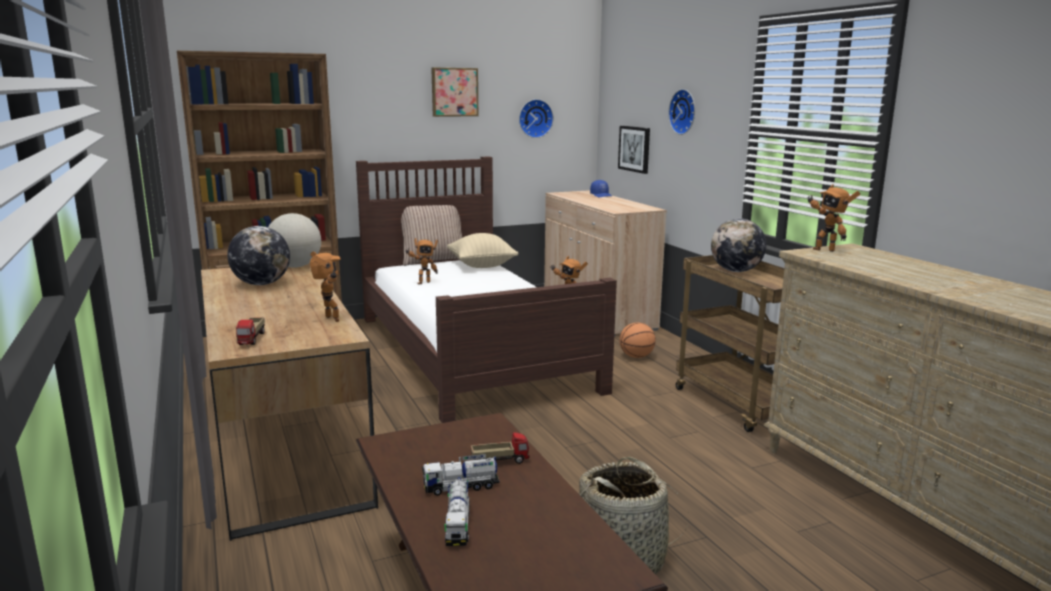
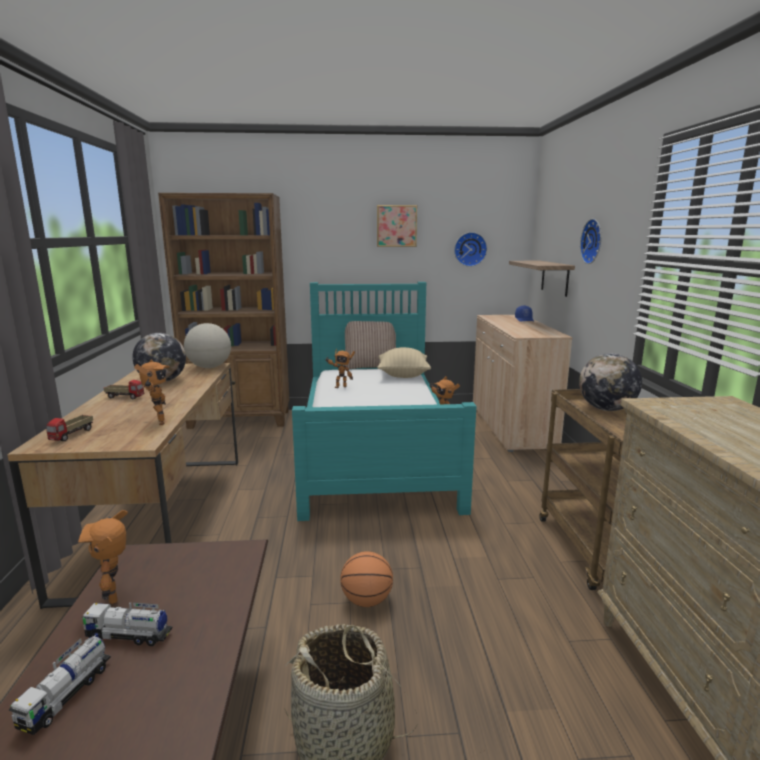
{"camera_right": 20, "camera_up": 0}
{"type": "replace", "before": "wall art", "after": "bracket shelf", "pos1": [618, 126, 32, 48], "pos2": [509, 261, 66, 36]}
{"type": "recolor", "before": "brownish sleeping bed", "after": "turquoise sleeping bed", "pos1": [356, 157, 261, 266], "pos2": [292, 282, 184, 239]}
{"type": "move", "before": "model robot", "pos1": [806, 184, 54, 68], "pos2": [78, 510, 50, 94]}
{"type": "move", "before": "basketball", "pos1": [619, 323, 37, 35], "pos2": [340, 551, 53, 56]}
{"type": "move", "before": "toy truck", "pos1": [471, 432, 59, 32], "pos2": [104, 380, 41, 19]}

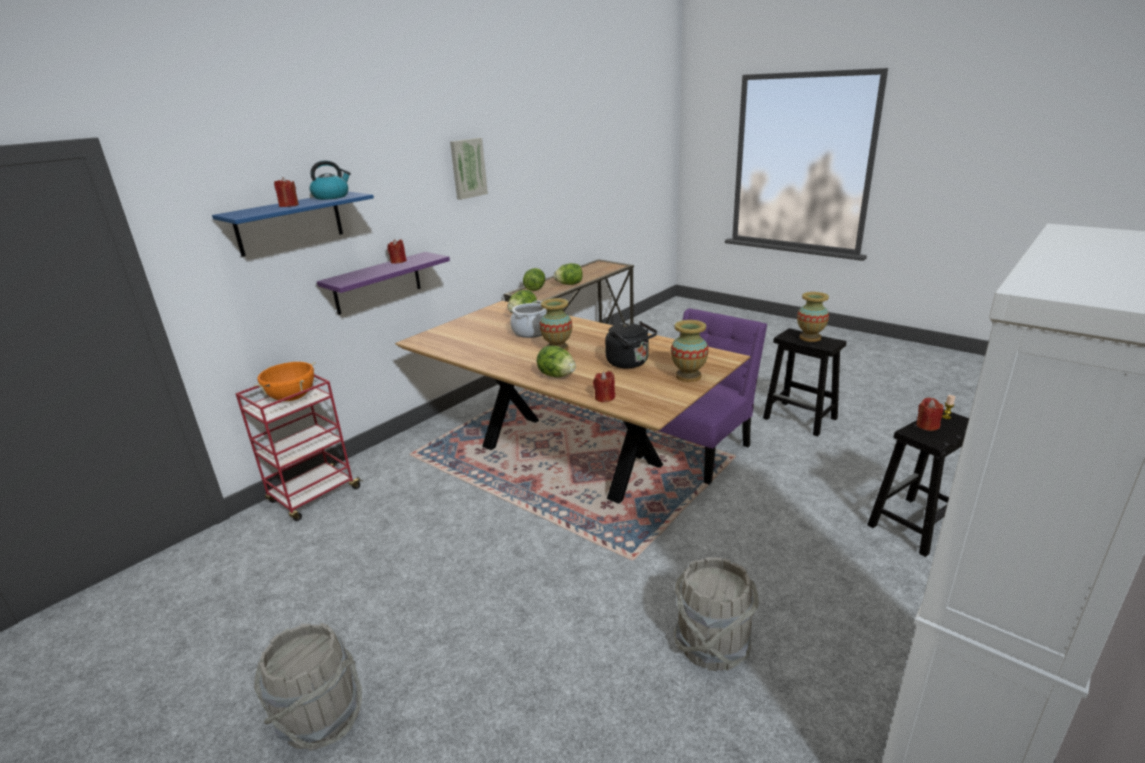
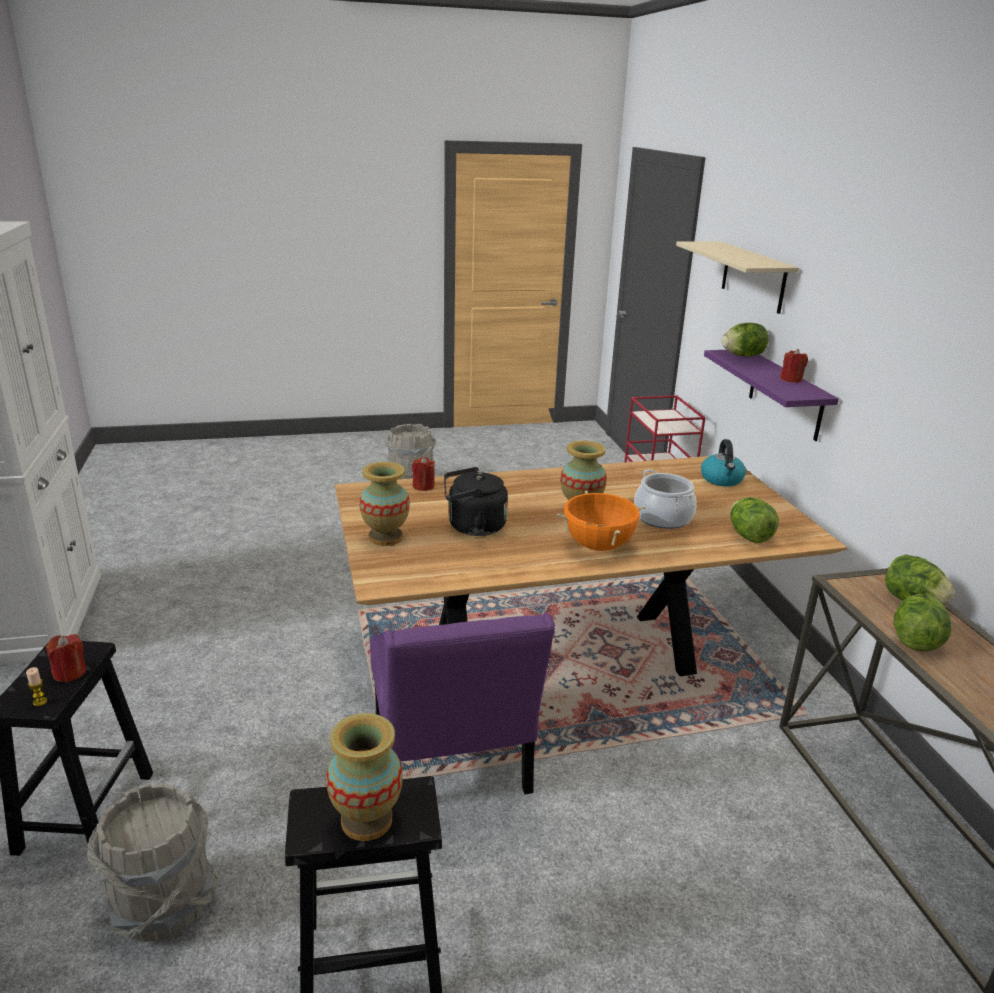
{"camera_right": 125, "camera_up": 0}
{"type": "delete", "before": "wall art", "pos1": [450, 138, 38, 62]}
{"type": "move", "before": "tea kettle", "pos1": [310, 161, 41, 39], "pos2": [701, 439, 45, 47]}
{"type": "delete", "before": "red wax light", "pos1": [274, 177, 25, 30]}
{"type": "recolor", "before": "bluish bracket shelf", "after": "beige-coloured bracket shelf", "pos1": [212, 192, 162, 65], "pos2": [676, 242, 123, 72]}
{"type": "move", "before": "lettuce", "pos1": [537, 346, 39, 32], "pos2": [721, 323, 48, 34]}
{"type": "move", "before": "orange-coloured cooking pot", "pos1": [254, 362, 62, 39], "pos2": [557, 491, 89, 60]}
{"type": "move", "before": "greyish bucket", "pos1": [674, 557, 85, 114], "pos2": [87, 783, 130, 159]}

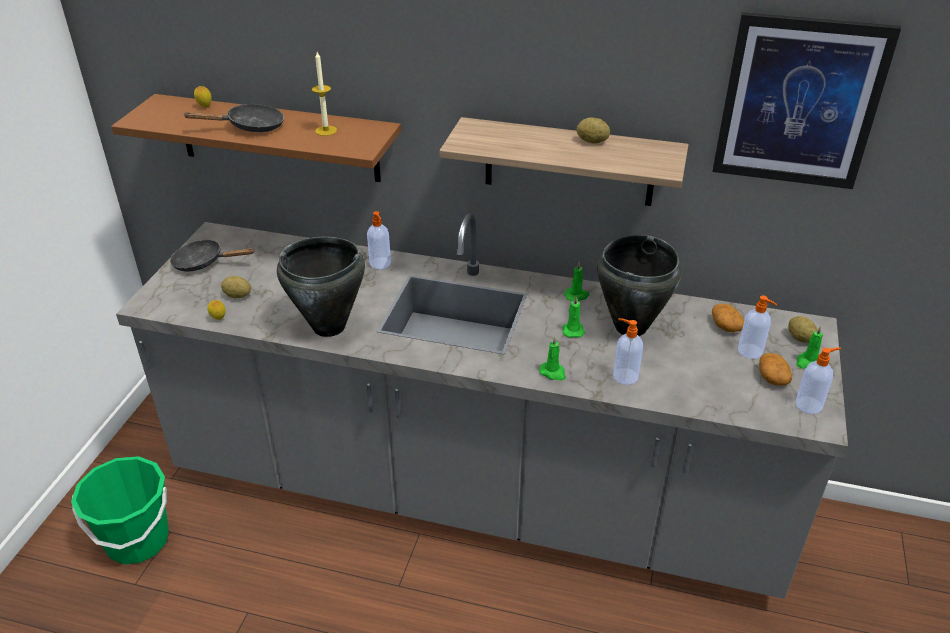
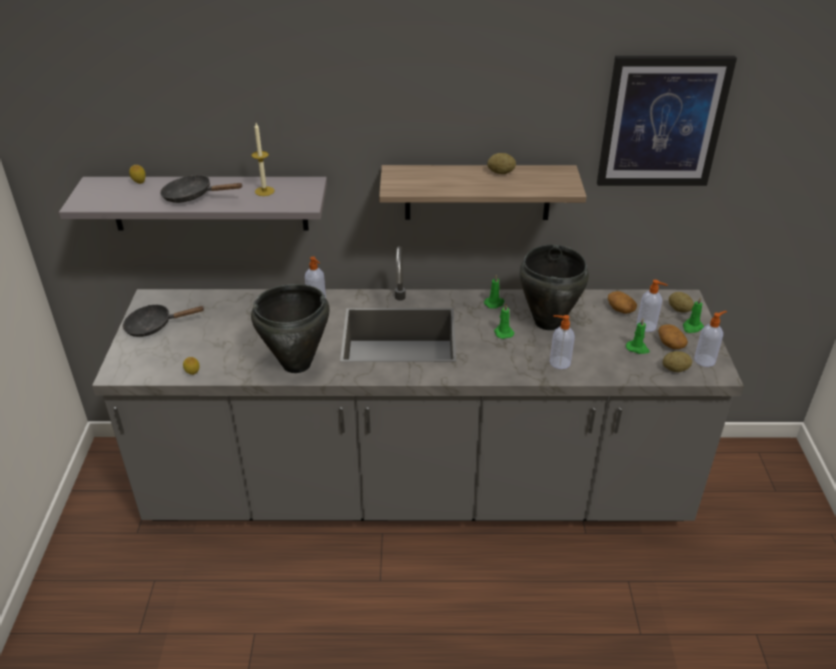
{"camera_right": -15, "camera_up": 0}
{"type": "recolor", "before": "brownish bracket shelf", "after": "greyish bracket shelf", "pos1": [111, 94, 290, 88], "pos2": [59, 177, 268, 54]}
{"type": "rotate", "before": "black-coloured frying pan", "pos1": [183, 104, 101, 28], "pos2": [160, 175, 83, 28], "turn": -135}
{"type": "move", "before": "spud", "pos1": [221, 276, 30, 23], "pos2": [663, 351, 29, 21]}
{"type": "move", "before": "green-coloured wax light", "pos1": [539, 337, 27, 43], "pos2": [626, 319, 24, 35]}
{"type": "delete", "before": "green-coloured bucket", "pos1": [71, 456, 98, 108]}

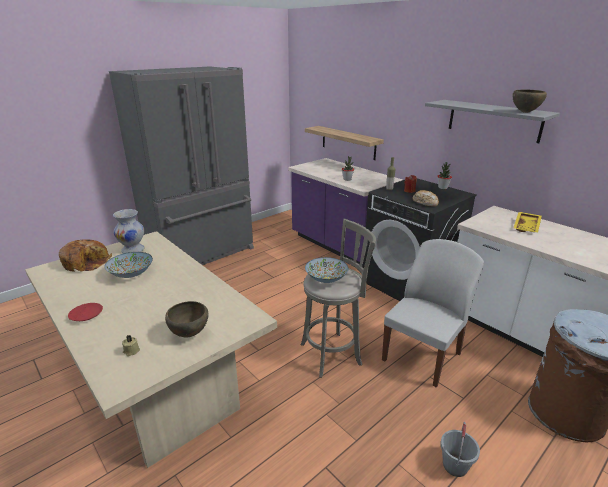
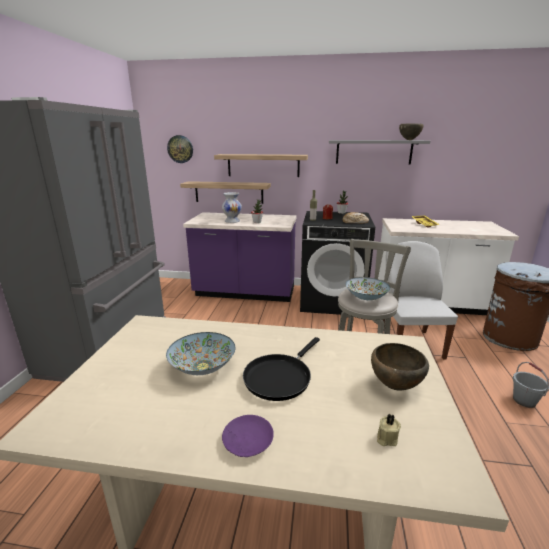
{"camera_right": -40, "camera_up": -5}
{"type": "move", "before": "white vase", "pos1": [113, 209, 32, 44], "pos2": [222, 192, 20, 31]}
{"type": "delete", "before": "baked bread", "pos1": [59, 239, 53, 33]}
{"type": "recolor", "before": "red dinner plate", "after": "purplish dinner plate", "pos1": [68, 303, 35, 18], "pos2": [222, 415, 52, 42]}
{"type": "insert", "after": "hanging clock", "pos2": [167, 135, 26, 28]}
{"type": "insert", "after": "bracket shelf", "pos2": [214, 154, 94, 23]}
{"type": "insert", "after": "black-coloured frying pan", "pos2": [243, 337, 77, 64]}

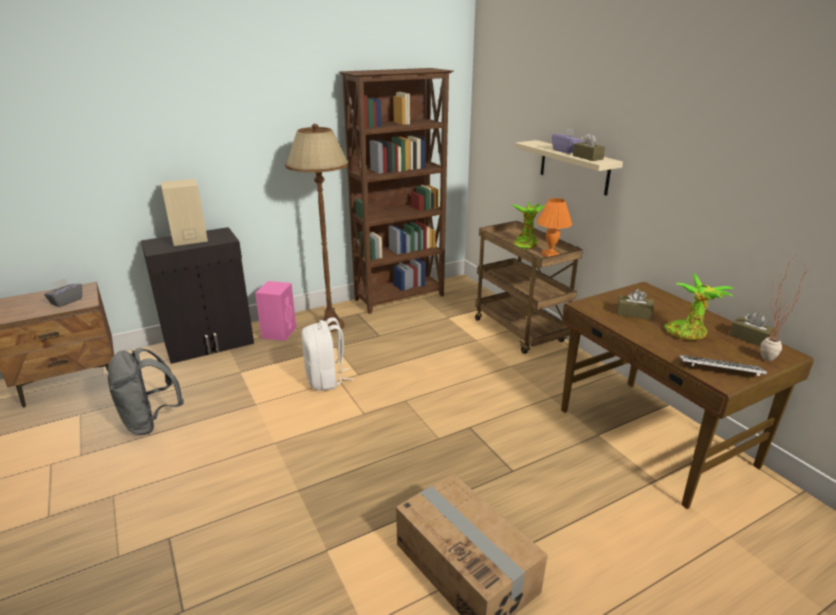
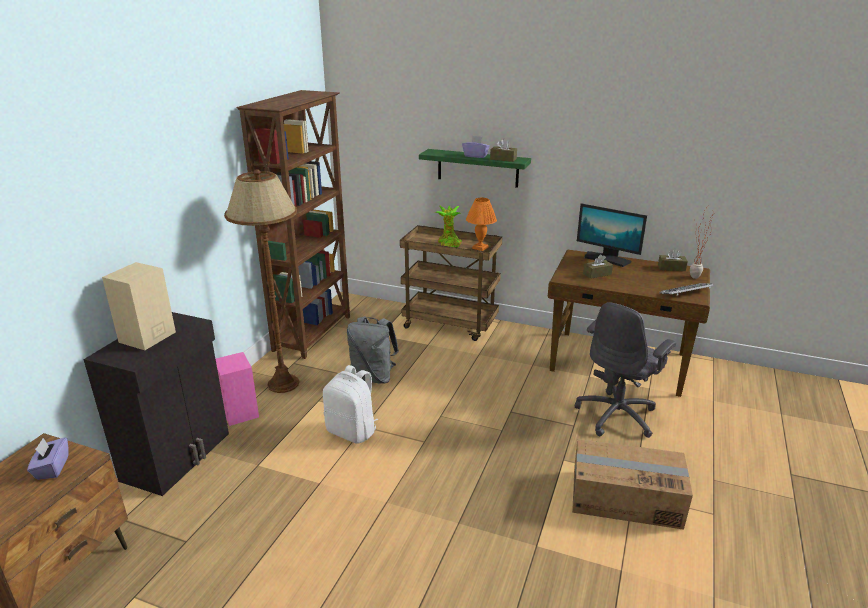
{"camera_right": -40, "camera_up": 0}
{"type": "recolor", "before": "beige-coloured bracket shelf", "after": "green-coloured bracket shelf", "pos1": [515, 140, 108, 55], "pos2": [419, 149, 112, 39]}
{"type": "delete", "before": "potted plant", "pos1": [664, 273, 70, 67]}
{"type": "recolor", "before": "greyish tissue box", "after": "purplish tissue box", "pos1": [44, 278, 38, 29], "pos2": [27, 437, 42, 43]}
{"type": "move", "before": "greyish knapsack", "pos1": [107, 348, 77, 87], "pos2": [347, 316, 52, 68]}
{"type": "insert", "after": "monitor", "pos2": [577, 203, 70, 64]}
{"type": "insert", "after": "greyish office chair", "pos2": [575, 302, 101, 136]}

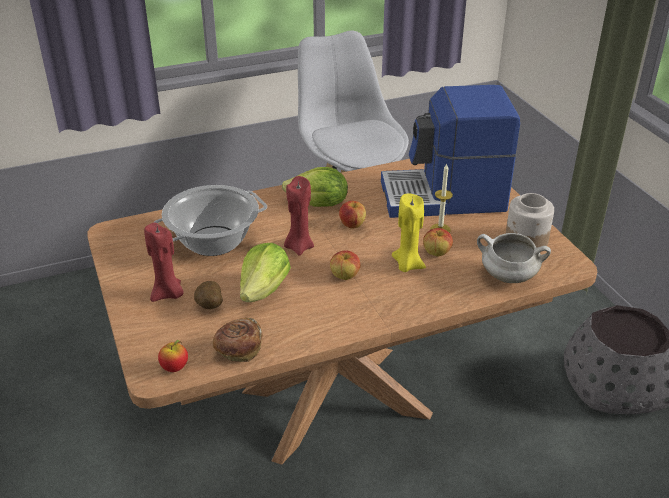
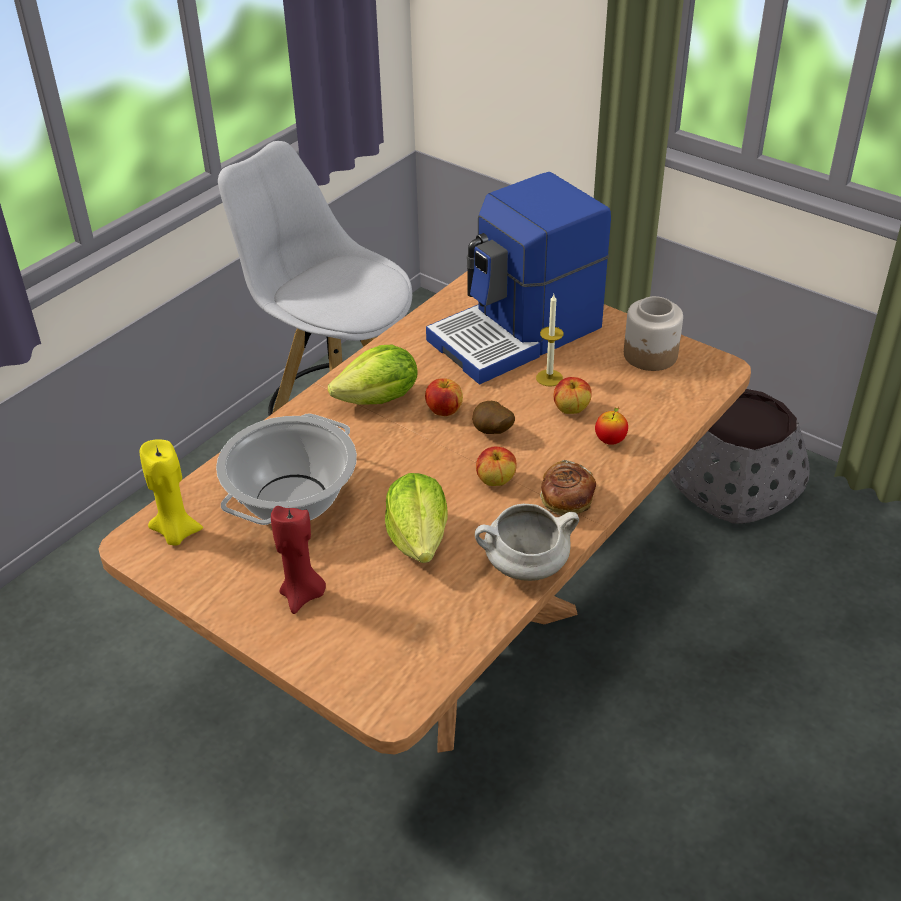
{"camera_right": -30, "camera_up": 5}
{"type": "delete", "before": "red wax light", "pos1": [284, 176, 30, 80]}
{"type": "move", "before": "yellow wax light", "pos1": [392, 194, 34, 78], "pos2": [140, 439, 63, 106]}
{"type": "move", "before": "white cooking pot", "pos1": [477, 233, 74, 50], "pos2": [475, 504, 104, 77]}
{"type": "move", "before": "spud", "pos1": [194, 281, 29, 28], "pos2": [472, 401, 43, 33]}
{"type": "move", "before": "baked bread", "pos1": [213, 318, 49, 44], "pos2": [540, 460, 56, 55]}
{"type": "move", "before": "apple fruit", "pos1": [158, 340, 30, 32], "pos2": [595, 407, 33, 38]}

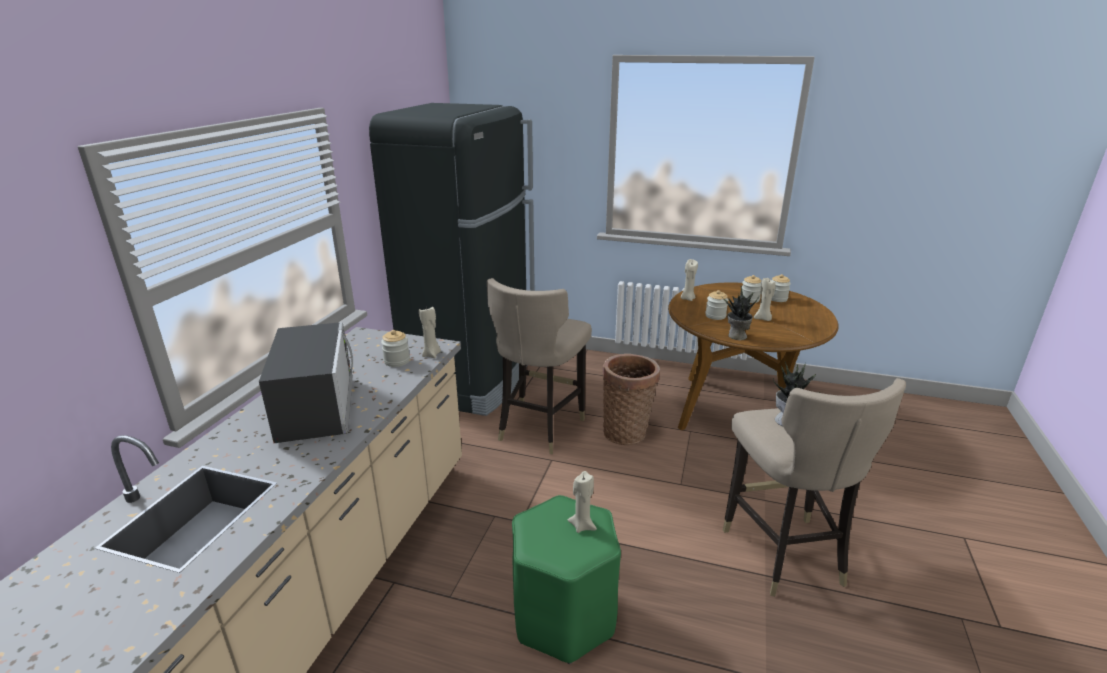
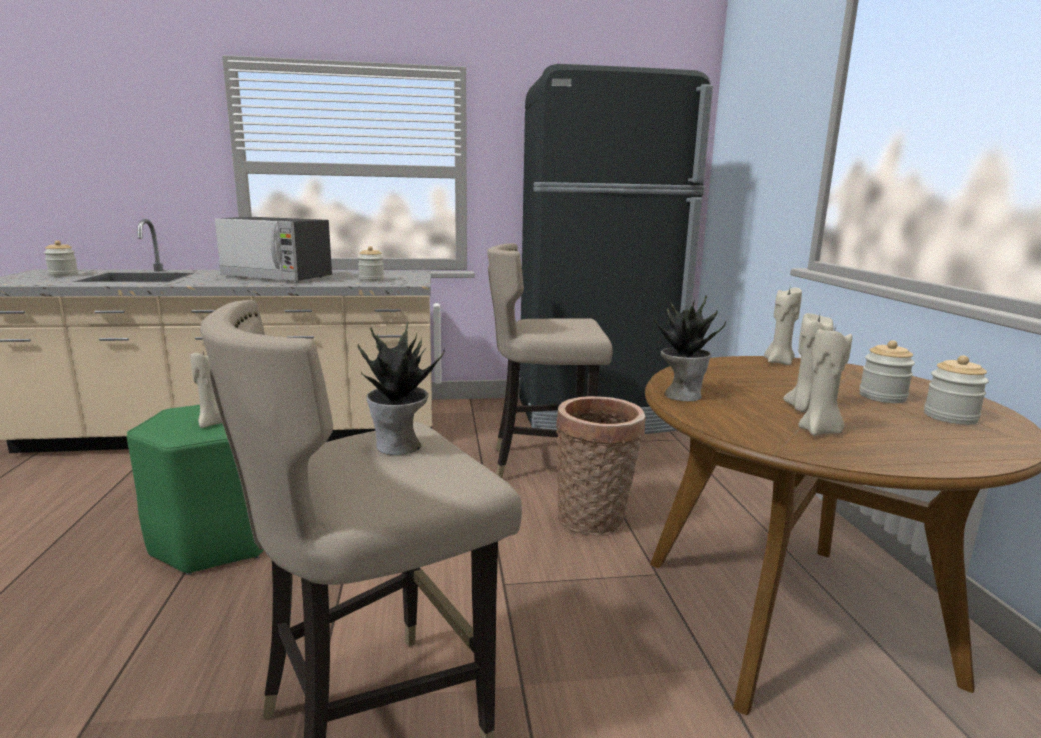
{"camera_right": 65, "camera_up": -10}
{"type": "move", "before": "storage jar", "pos1": [706, 290, 22, 30], "pos2": [44, 240, 34, 36]}
{"type": "move", "before": "beige-coloured wax light", "pos1": [419, 306, 22, 52], "pos2": [798, 325, 54, 111]}
{"type": "rotate", "before": "kitchen microwave", "pos1": [259, 322, 94, 121], "pos2": [215, 217, 117, 65], "turn": 60}

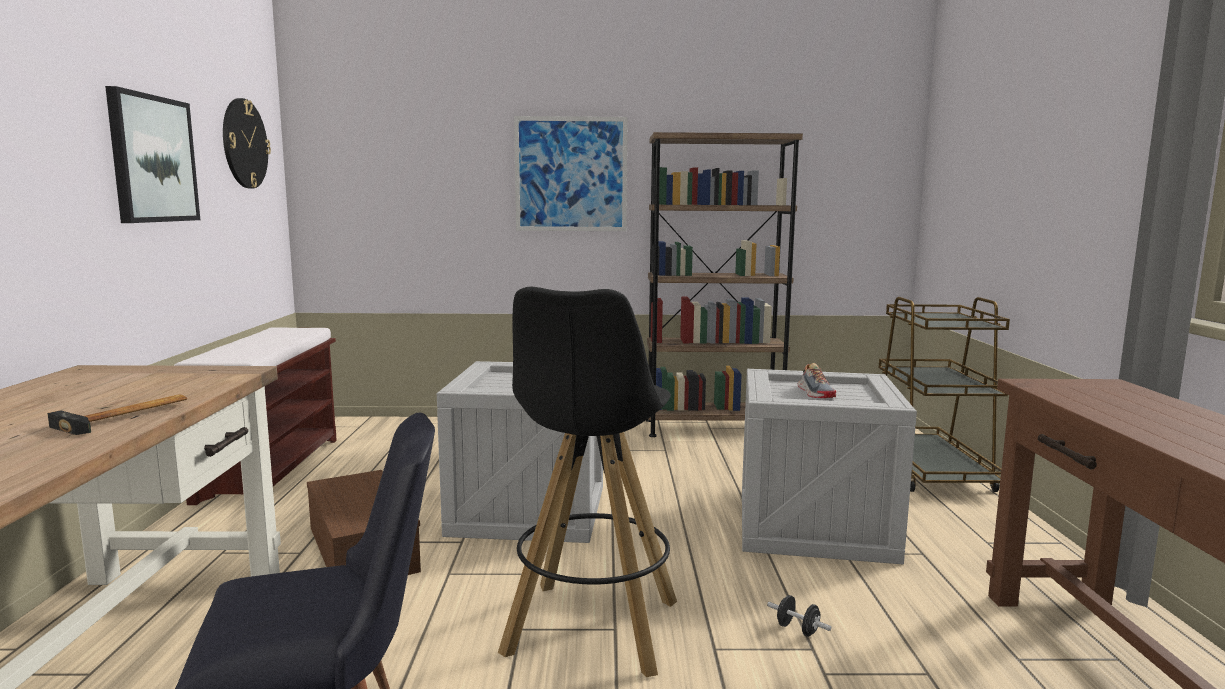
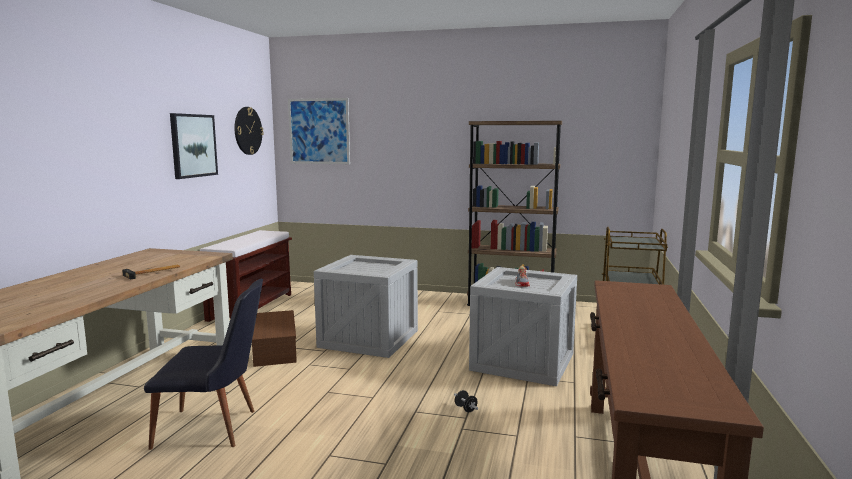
{"camera_right": 15, "camera_up": 0}
{"type": "move", "before": "wall art", "pos1": [514, 116, 114, 115], "pos2": [288, 98, 62, 66]}
{"type": "delete", "before": "black-coloured sitting stool", "pos1": [498, 287, 179, 390]}

